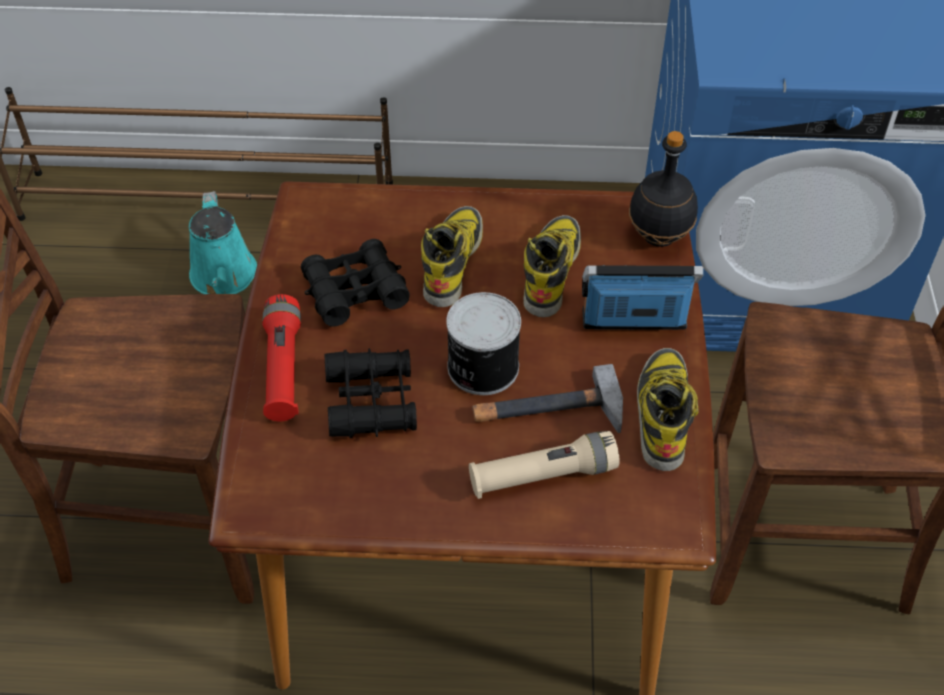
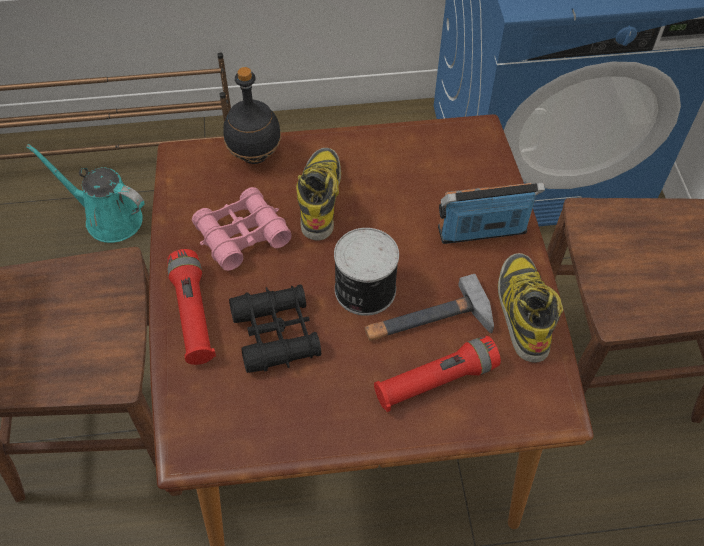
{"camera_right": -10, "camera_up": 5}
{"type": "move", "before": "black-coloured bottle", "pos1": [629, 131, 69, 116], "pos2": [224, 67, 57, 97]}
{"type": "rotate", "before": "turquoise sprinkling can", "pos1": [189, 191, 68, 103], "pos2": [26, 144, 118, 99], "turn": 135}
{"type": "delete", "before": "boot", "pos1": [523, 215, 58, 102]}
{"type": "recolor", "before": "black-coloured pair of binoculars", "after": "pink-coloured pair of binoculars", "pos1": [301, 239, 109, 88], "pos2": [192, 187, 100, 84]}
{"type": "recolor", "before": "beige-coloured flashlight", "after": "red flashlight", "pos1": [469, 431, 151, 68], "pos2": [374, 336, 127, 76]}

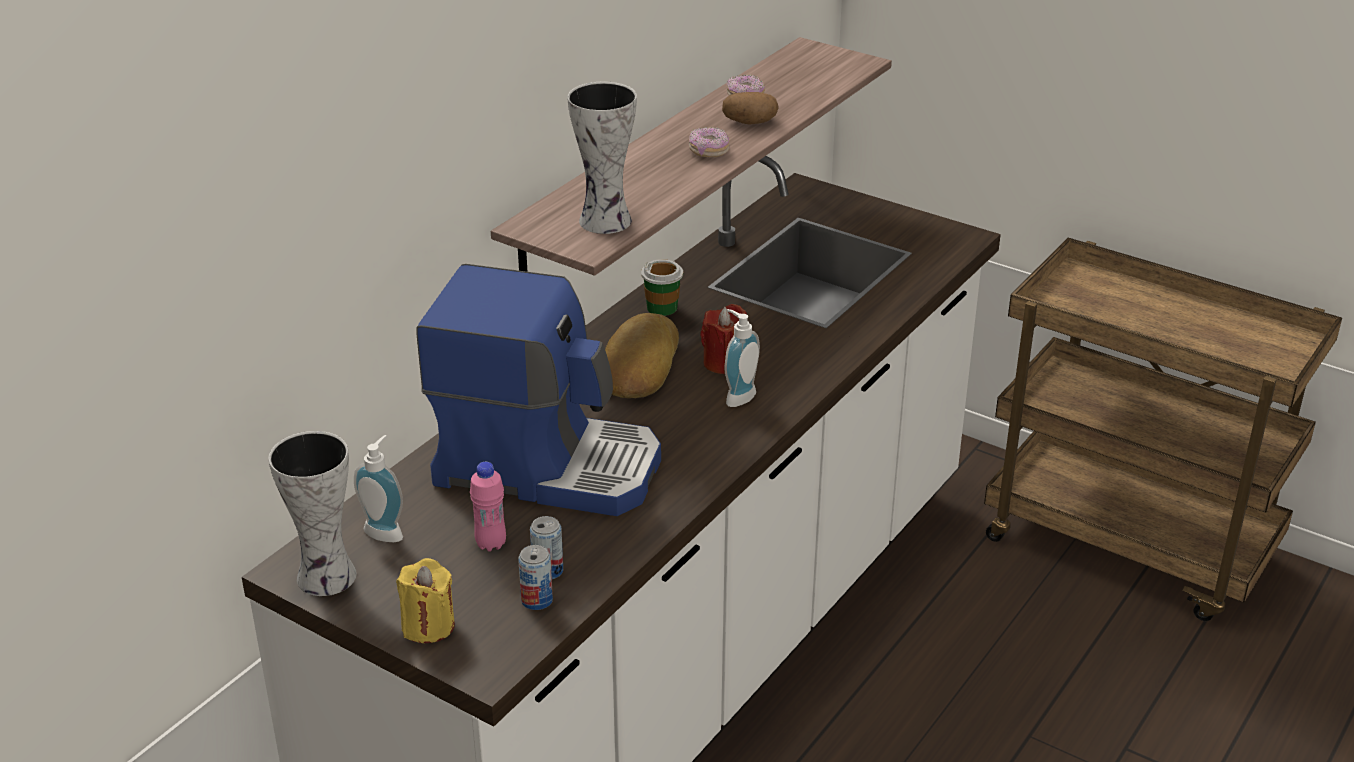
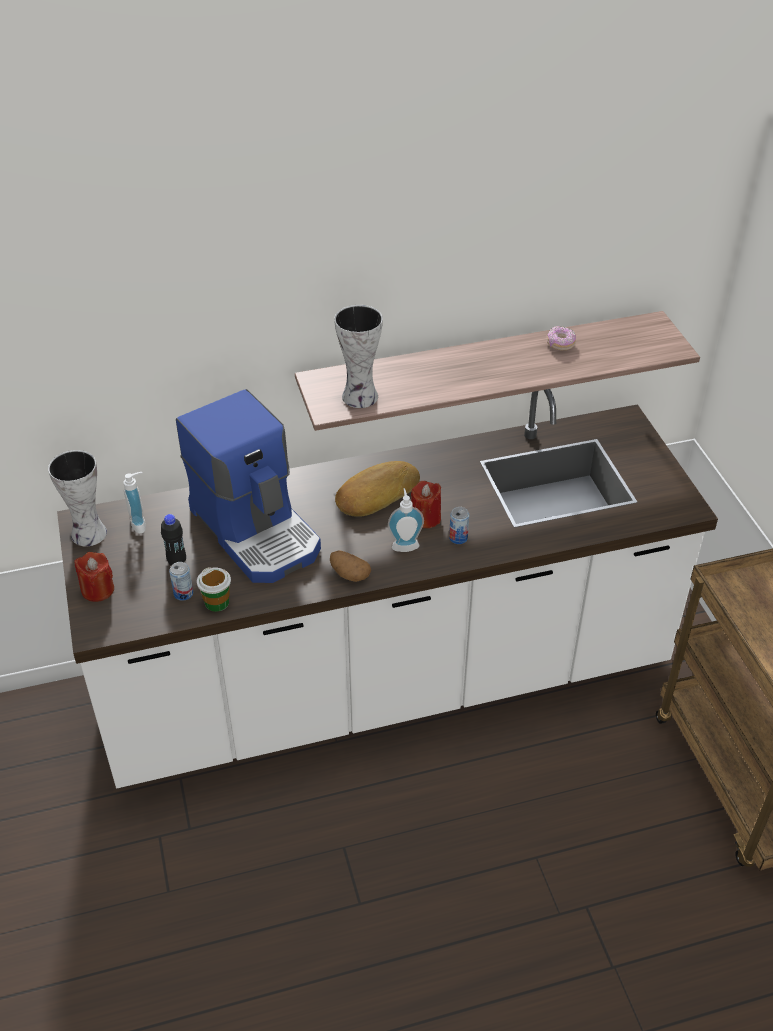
{"camera_right": 40, "camera_up": 10}
{"type": "move", "before": "spud", "pos1": [722, 92, 57, 33], "pos2": [330, 550, 41, 32]}
{"type": "delete", "before": "donut", "pos1": [689, 127, 41, 30]}
{"type": "move", "before": "small cup", "pos1": [641, 259, 42, 57], "pos2": [197, 567, 34, 45]}
{"type": "recolor", "before": "pink-coloured bottle", "after": "black-coloured bottle", "pos1": [470, 462, 36, 90], "pos2": [161, 514, 25, 51]}
{"type": "move", "before": "metal can", "pos1": [518, 545, 35, 65], "pos2": [449, 507, 20, 37]}
{"type": "recolor", "before": "yellow wax light", "after": "red wax light", "pos1": [396, 558, 59, 85], "pos2": [75, 552, 39, 50]}

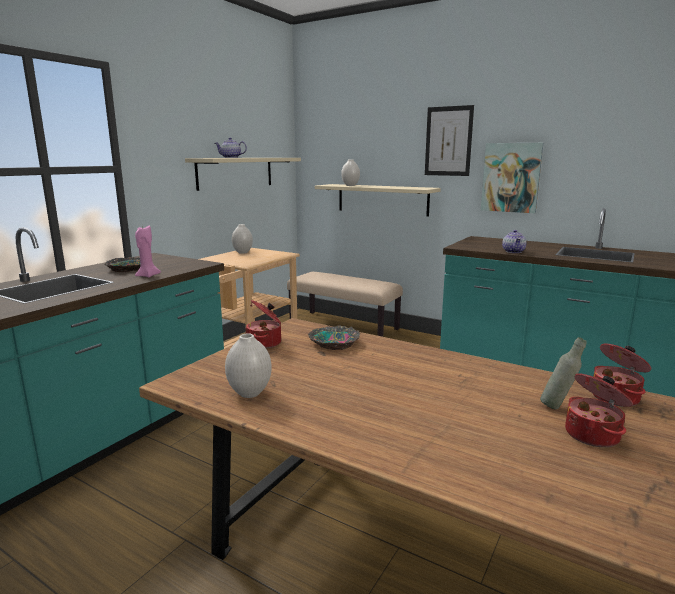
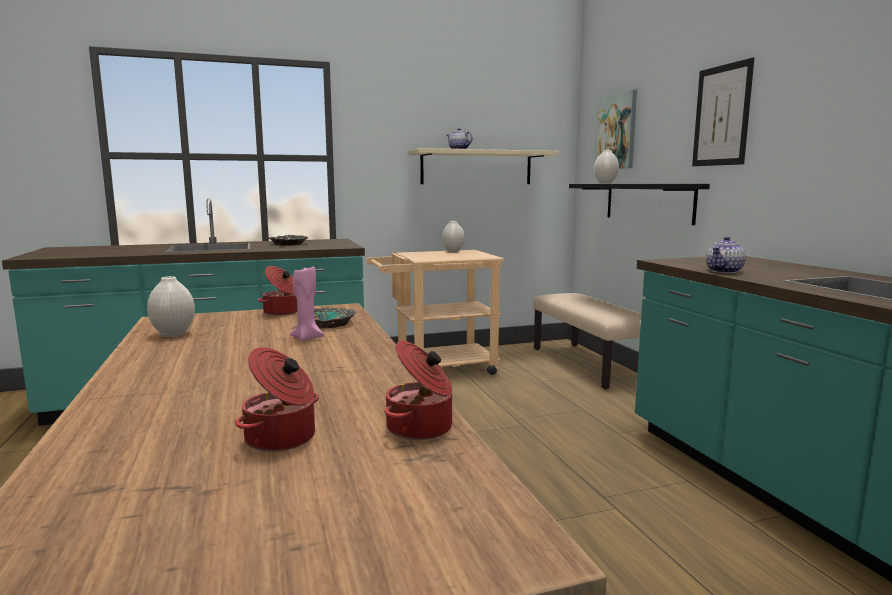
{"camera_right": 40, "camera_up": -5}
{"type": "move", "before": "wall art", "pos1": [481, 143, 62, 70], "pos2": [595, 89, 42, 80]}
{"type": "recolor", "before": "beige-coloured bracket shelf", "after": "black-coloured bracket shelf", "pos1": [315, 184, 126, 32], "pos2": [569, 184, 141, 41]}
{"type": "move", "before": "pink-coloured wax light", "pos1": [135, 226, 26, 52], "pos2": [290, 264, 34, 77]}
{"type": "delete", "before": "greyish bottle", "pos1": [540, 337, 47, 72]}

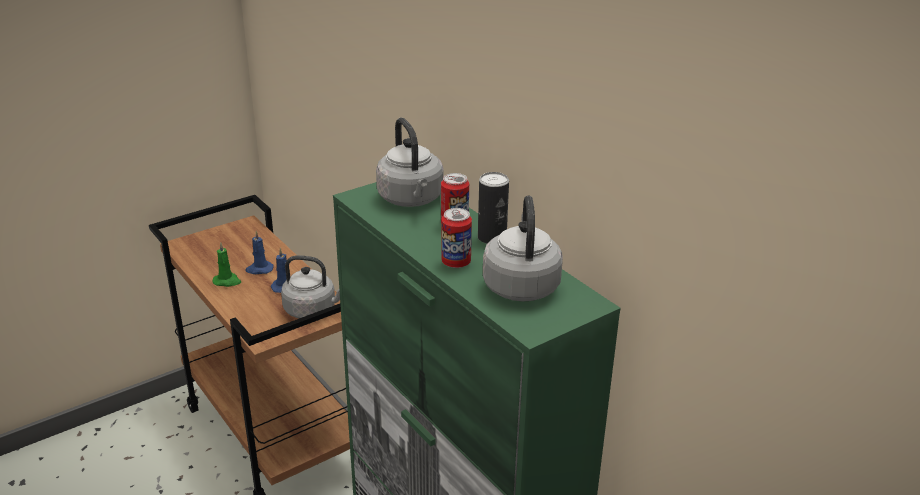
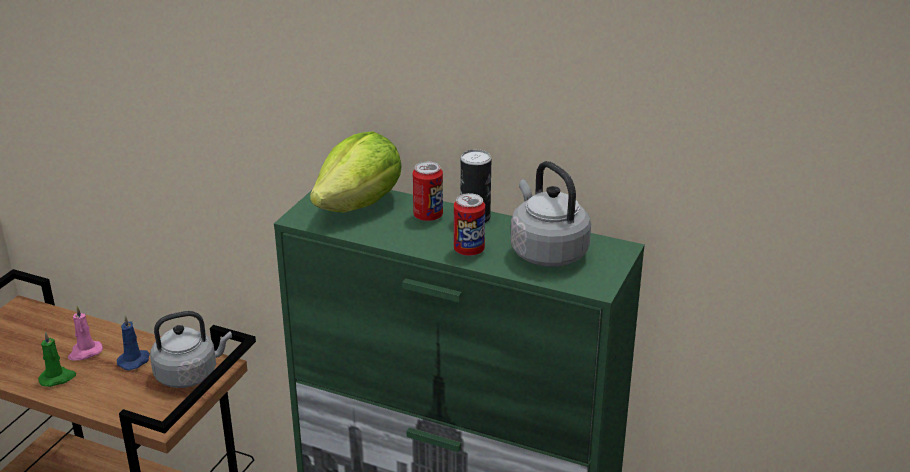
{"camera_right": -30, "camera_up": 0}
{"type": "replace", "before": "greyish tea kettle", "after": "lettuce", "pos1": [376, 118, 68, 89], "pos2": [310, 131, 92, 81]}
{"type": "recolor", "before": "bluish wax light", "after": "pink-coloured wax light", "pos1": [246, 231, 28, 43], "pos2": [68, 306, 35, 55]}

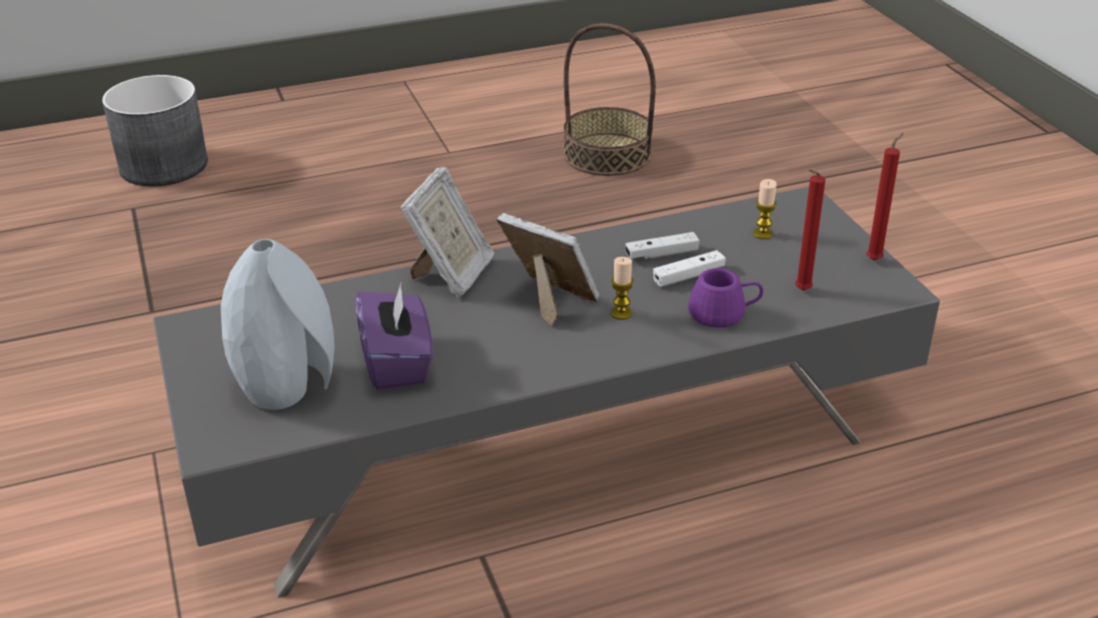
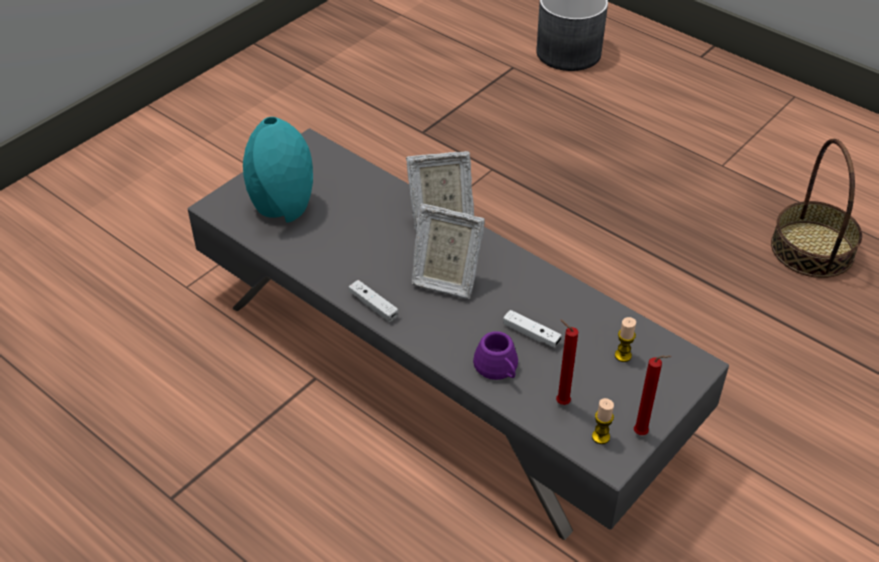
{"camera_right": 60, "camera_up": 10}
{"type": "rotate", "before": "standing frame", "pos1": [496, 212, 103, 114], "pos2": [412, 204, 73, 95], "turn": 105}
{"type": "move", "before": "white gamepad", "pos1": [625, 232, 75, 27], "pos2": [349, 280, 49, 42]}
{"type": "recolor", "before": "greyish vase", "after": "turquoise vase", "pos1": [221, 239, 114, 171], "pos2": [243, 117, 70, 106]}
{"type": "move", "before": "wax light", "pos1": [611, 257, 23, 63], "pos2": [592, 398, 22, 46]}
{"type": "delete", "before": "purplish tissue box", "pos1": [355, 284, 78, 106]}

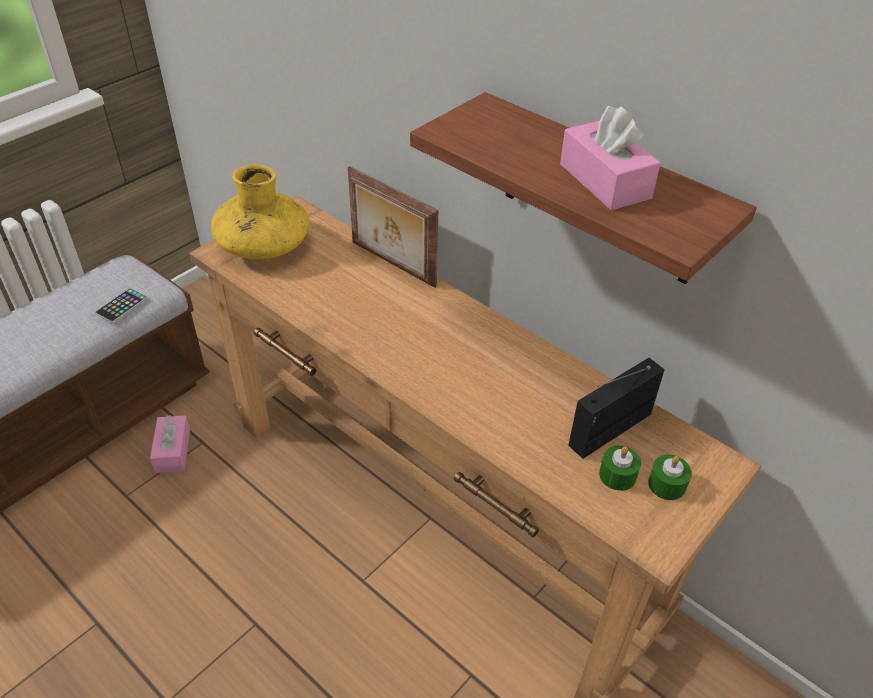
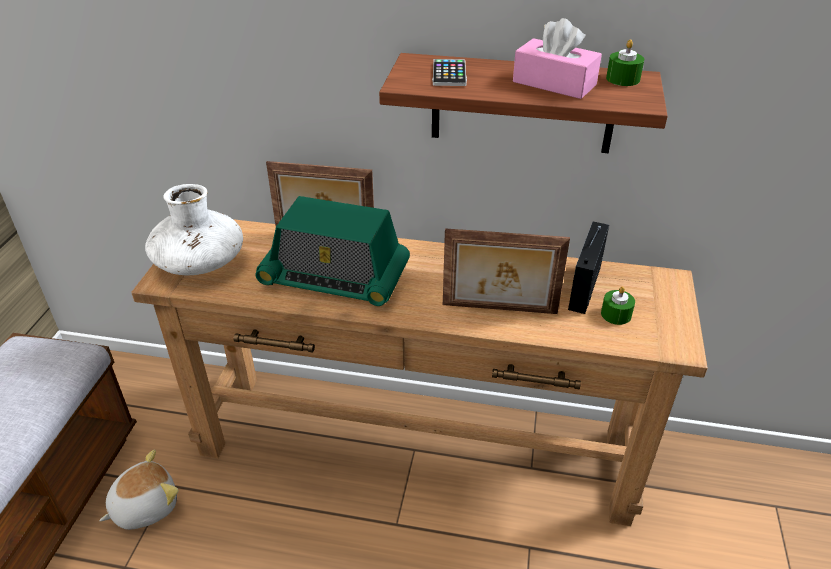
{"camera_right": -30, "camera_up": -5}
{"type": "recolor", "before": "yellow vase", "after": "white vase", "pos1": [211, 164, 99, 95], "pos2": [145, 184, 98, 91]}
{"type": "move", "before": "handset", "pos1": [95, 288, 53, 35], "pos2": [432, 59, 35, 27]}
{"type": "replace", "before": "pink-coloured tissue box", "after": "soft toy", "pos1": [150, 415, 40, 58], "pos2": [99, 450, 80, 80]}
{"type": "move", "before": "green-coloured wax light", "pos1": [648, 455, 44, 45], "pos2": [606, 39, 38, 47]}
{"type": "insert", "after": "radio receiver", "pos2": [256, 196, 154, 110]}
{"type": "insert", "after": "standing frame", "pos2": [443, 228, 127, 86]}

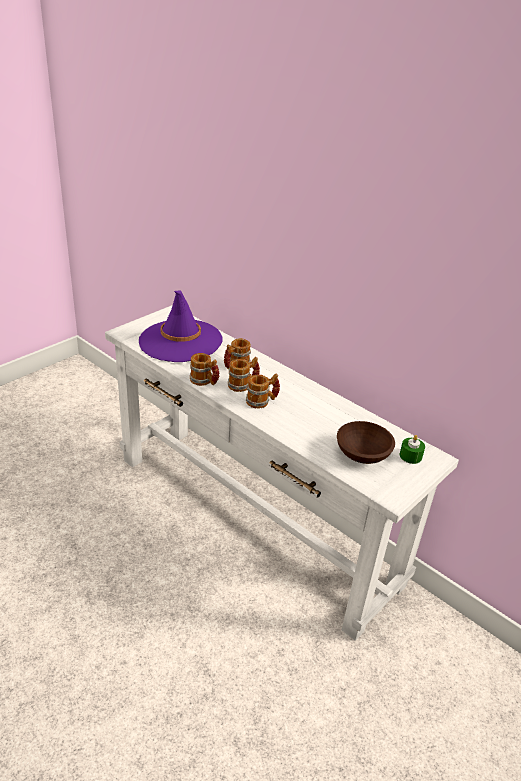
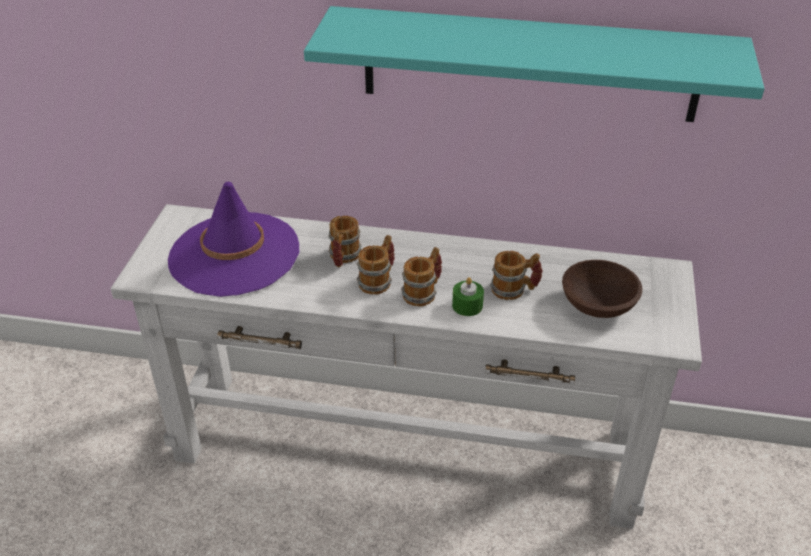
{"camera_right": -30, "camera_up": 5}
{"type": "move", "before": "coffee mug", "pos1": [190, 353, 29, 33], "pos2": [490, 251, 53, 49]}
{"type": "move", "before": "green-coloured wax light", "pos1": [400, 435, 25, 29], "pos2": [452, 277, 32, 39]}
{"type": "insert", "after": "turquoise bracket shelf", "pos2": [304, 6, 461, 116]}

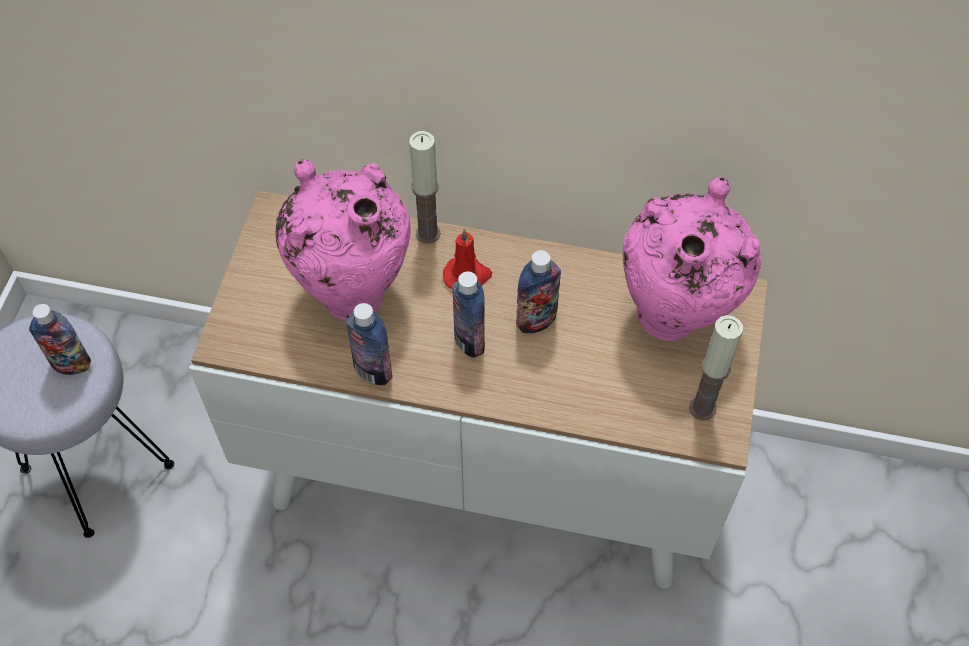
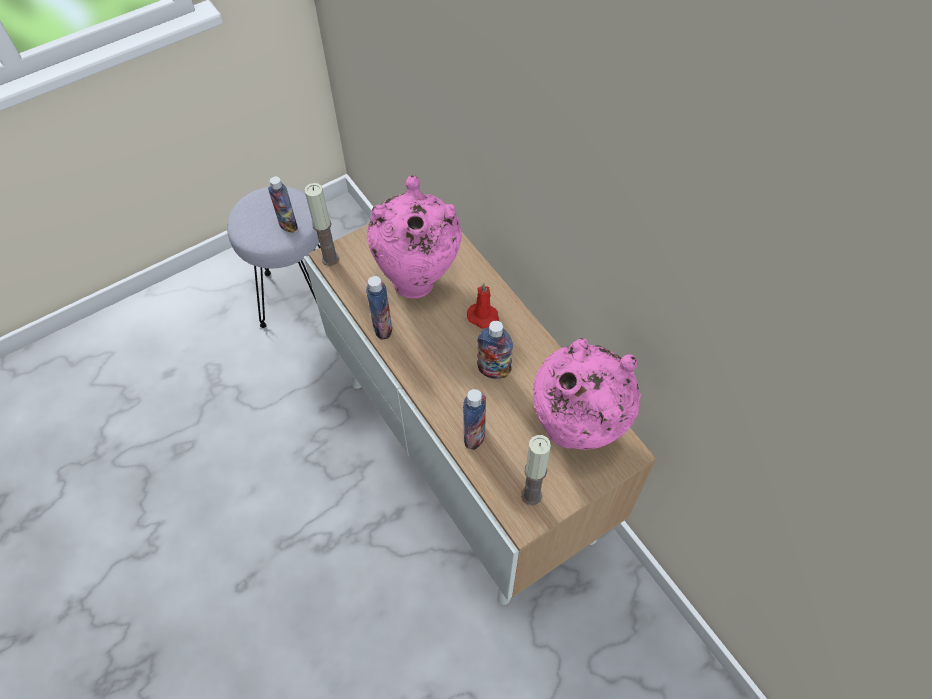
{"camera_right": 45, "camera_up": 0}
{"type": "move", "before": "wax light", "pos1": [409, 131, 32, 113], "pos2": [305, 183, 34, 83]}
{"type": "move", "before": "bottle", "pos1": [452, 271, 33, 87], "pos2": [463, 389, 23, 61]}

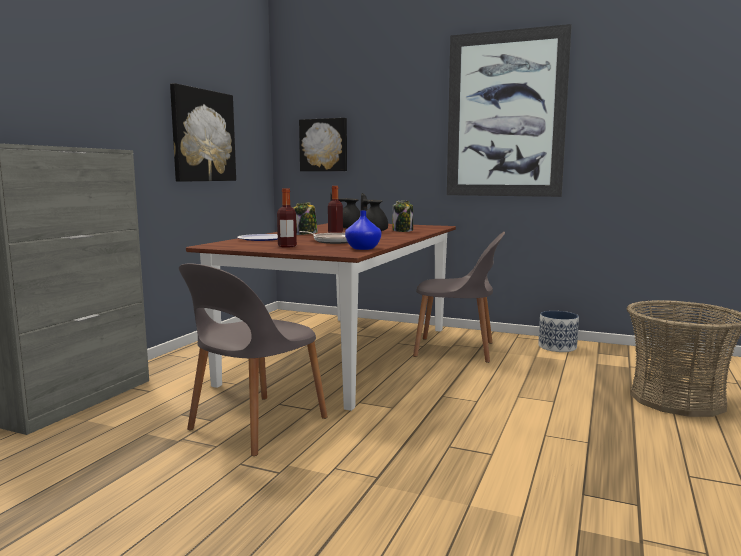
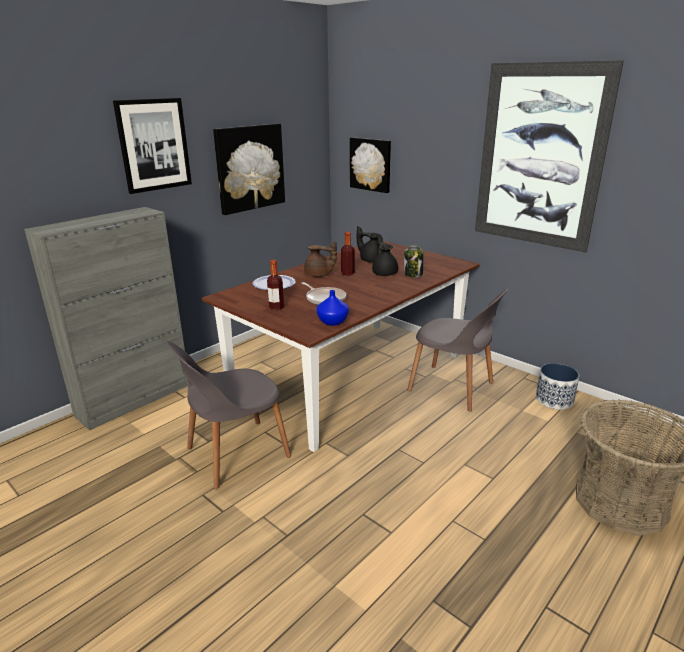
{"camera_right": 20, "camera_up": 15}
{"type": "replace", "before": "storage jar", "after": "brownish tea pot", "pos1": [293, 202, 25, 33], "pos2": [304, 241, 33, 36]}
{"type": "insert", "after": "wall art", "pos2": [113, 98, 79, 96]}

